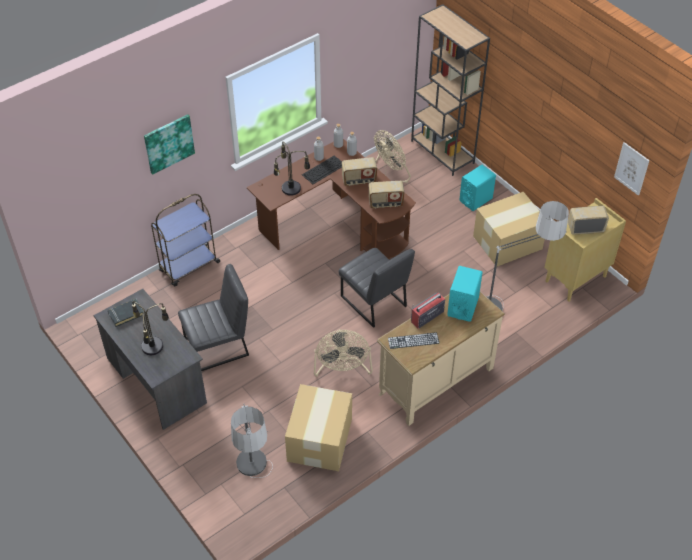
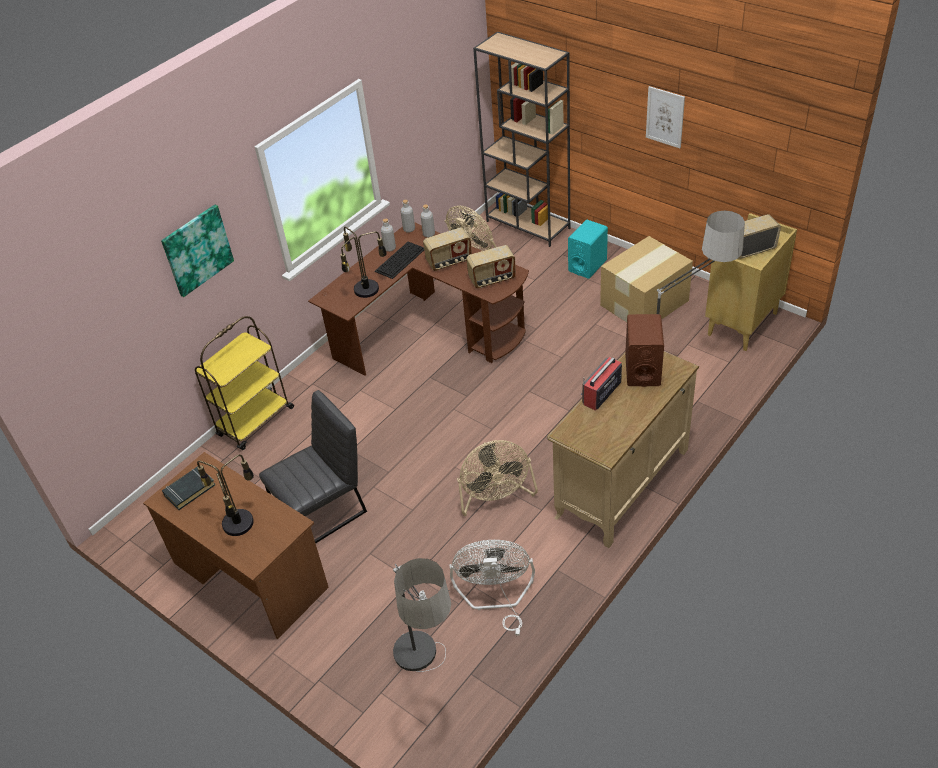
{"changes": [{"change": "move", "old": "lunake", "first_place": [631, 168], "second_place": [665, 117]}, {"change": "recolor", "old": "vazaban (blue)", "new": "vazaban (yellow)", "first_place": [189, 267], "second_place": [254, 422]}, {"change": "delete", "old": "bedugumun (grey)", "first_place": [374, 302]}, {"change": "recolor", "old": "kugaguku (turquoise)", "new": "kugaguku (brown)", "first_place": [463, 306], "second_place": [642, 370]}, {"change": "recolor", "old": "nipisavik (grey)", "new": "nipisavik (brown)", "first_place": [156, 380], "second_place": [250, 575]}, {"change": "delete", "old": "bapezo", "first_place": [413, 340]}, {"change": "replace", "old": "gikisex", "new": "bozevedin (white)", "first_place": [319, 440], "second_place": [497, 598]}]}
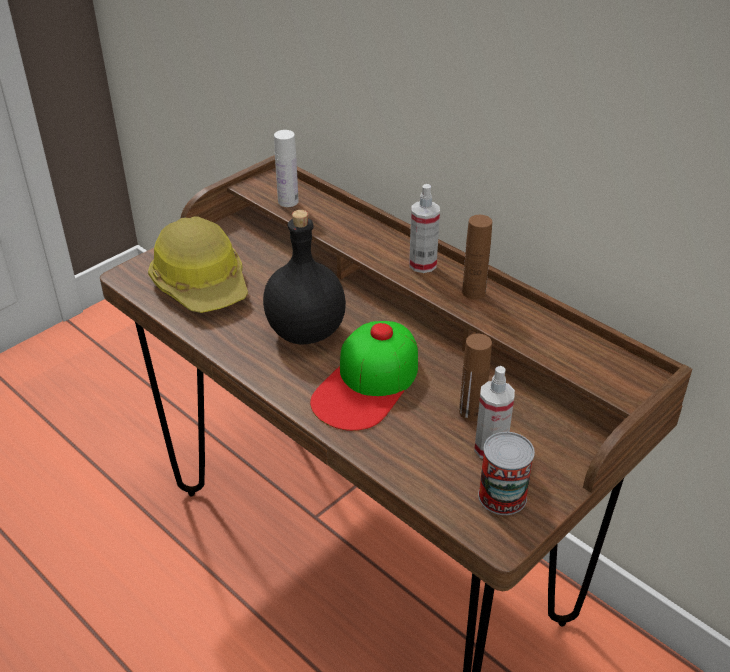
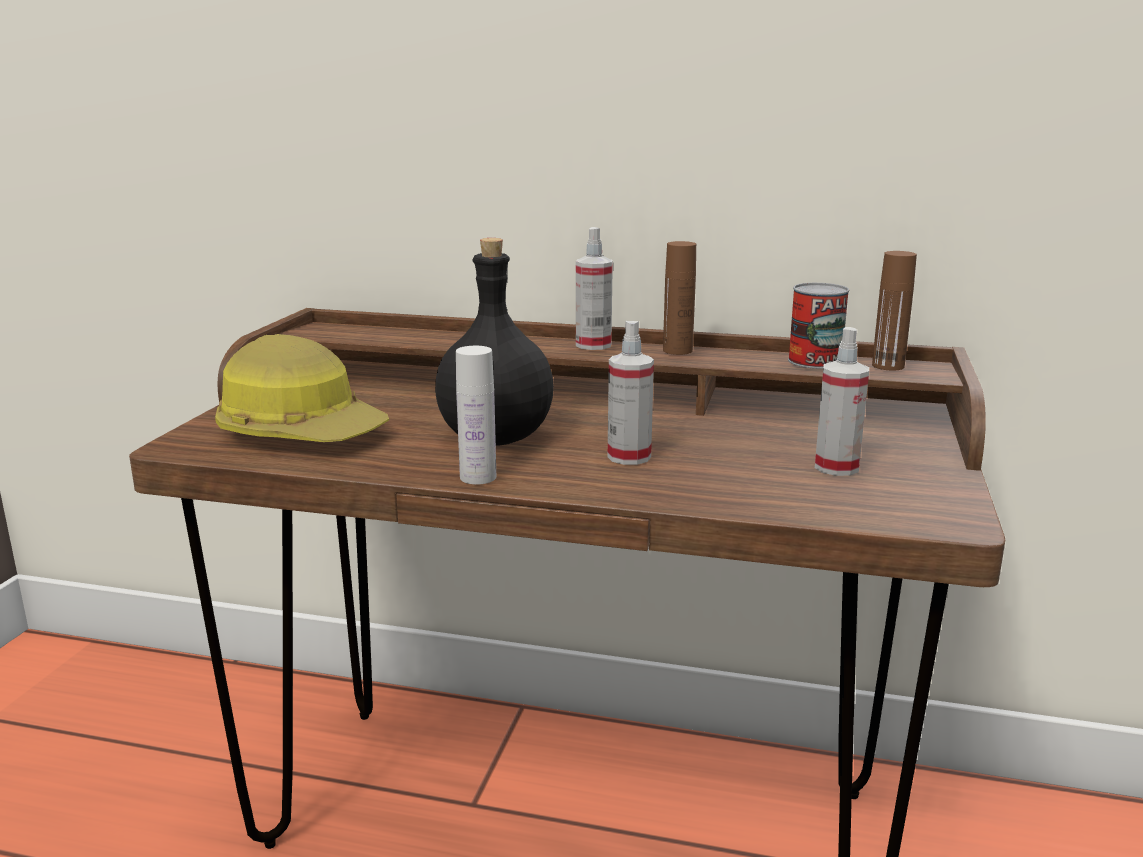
{"changes": [{"change": "move", "old": "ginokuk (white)", "first_place": [288, 201], "second_place": [478, 477]}, {"change": "replace", "old": "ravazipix", "new": "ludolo", "first_place": [367, 384], "second_place": [629, 457]}, {"change": "move", "old": "ginokuk (brown)", "first_place": [471, 412], "second_place": [888, 366]}, {"change": "move", "old": "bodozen", "first_place": [502, 496], "second_place": [815, 361]}]}
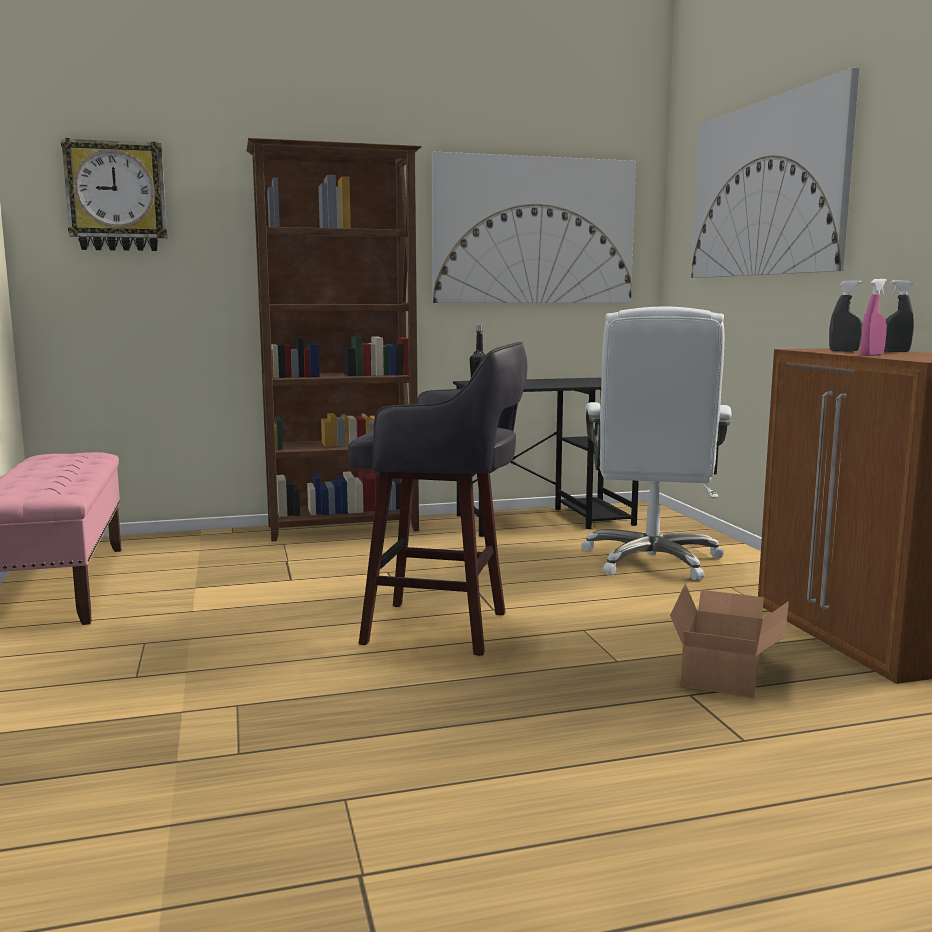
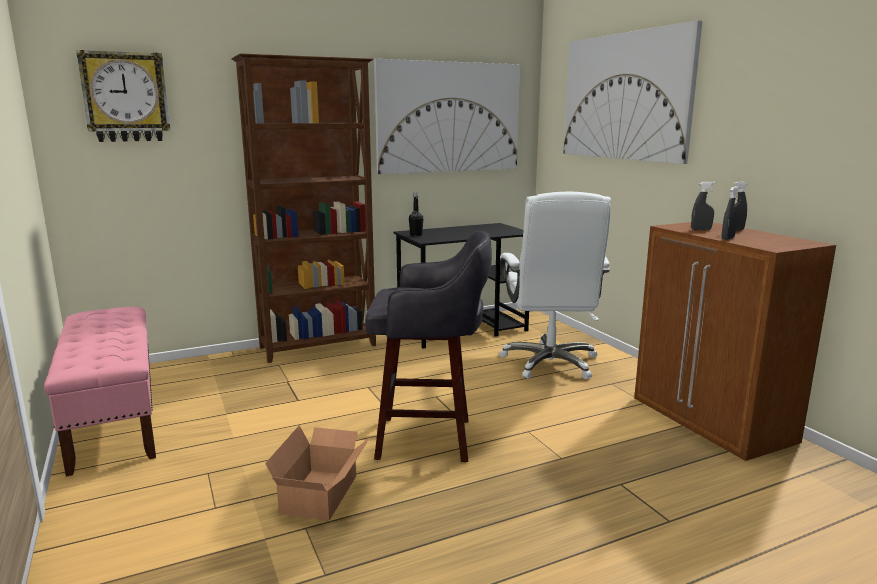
{"changes": [{"change": "recolor", "old": "ludolo (pink)", "new": "ludolo (grey)", "first_place": [872, 355], "second_place": [727, 238]}, {"change": "move", "old": "gikisex", "first_place": [727, 671], "second_place": [323, 493]}]}
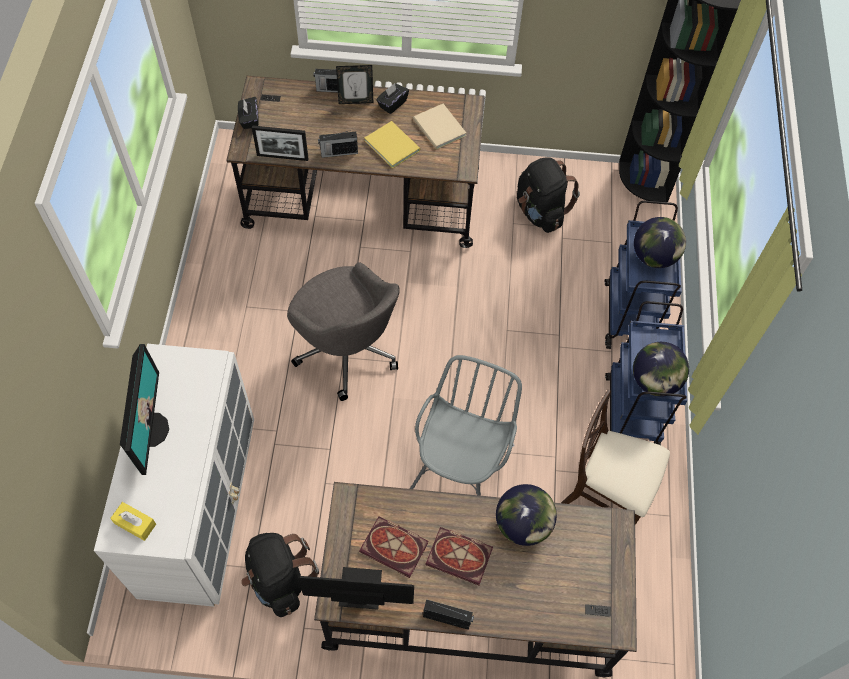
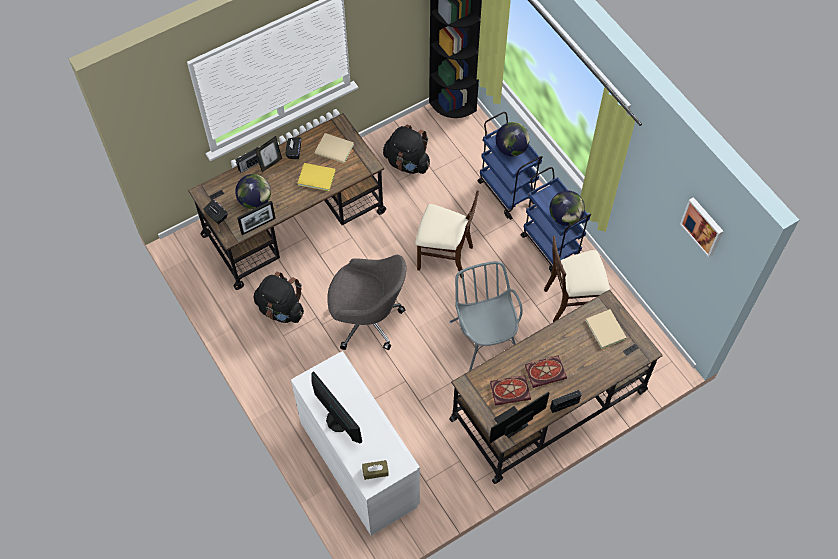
{"changes": [{"change": "delete", "old": "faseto", "first_place": [338, 152]}, {"change": "move", "old": "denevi", "first_place": [523, 524], "second_place": [255, 201]}, {"change": "recolor", "old": "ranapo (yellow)", "new": "ranapo (brown)", "first_place": [135, 524], "second_place": [375, 471]}, {"change": "move", "old": "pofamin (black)", "first_place": [279, 580], "second_place": [281, 310]}, {"change": "insert", "new": "bedugumun (beige)", "second_place": [444, 256]}, {"change": "insert", "new": "lunake", "second_place": [703, 226]}, {"change": "insert", "new": "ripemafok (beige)", "second_place": [606, 328]}]}
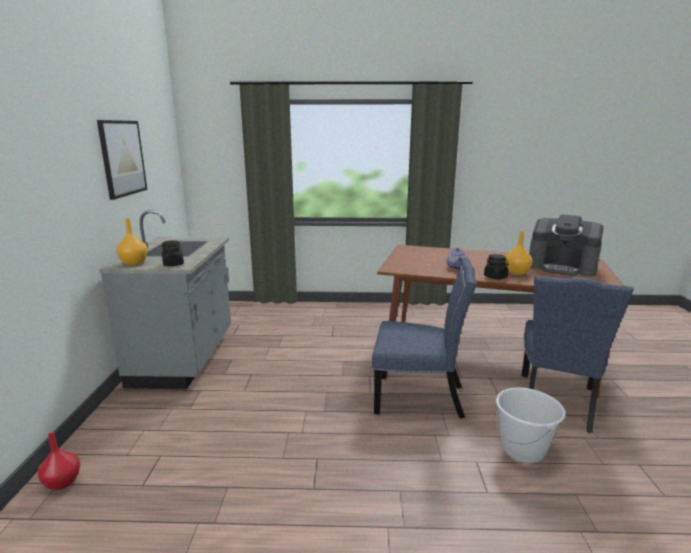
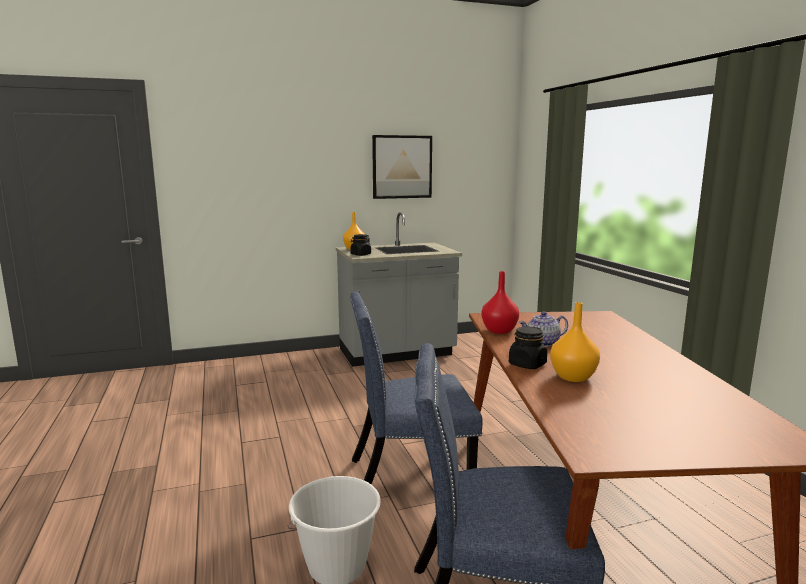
{"changes": [{"change": "delete", "old": "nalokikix", "first_place": [562, 267]}, {"change": "rotate", "old": "bedugumun (blue)", "first_place": [417, 397], "second_place": [412, 474], "degrees": 90}, {"change": "move", "old": "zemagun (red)", "first_place": [62, 483], "second_place": [498, 331]}]}
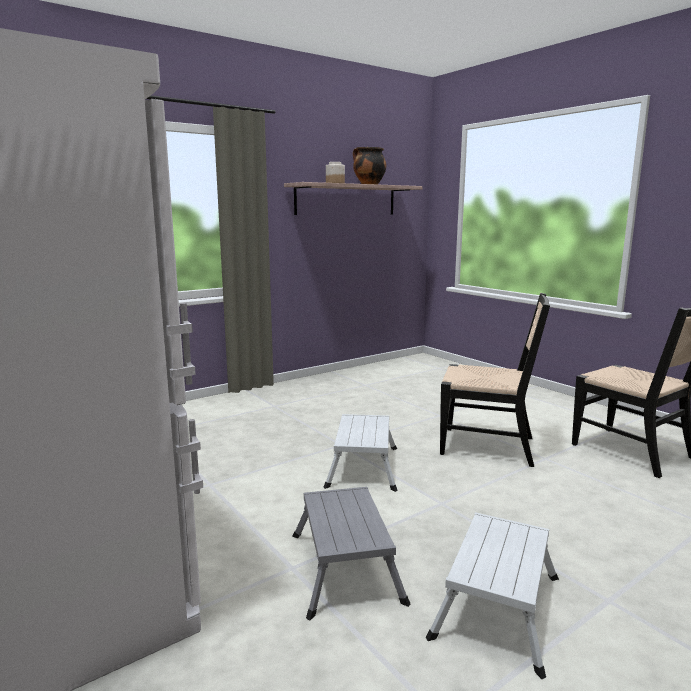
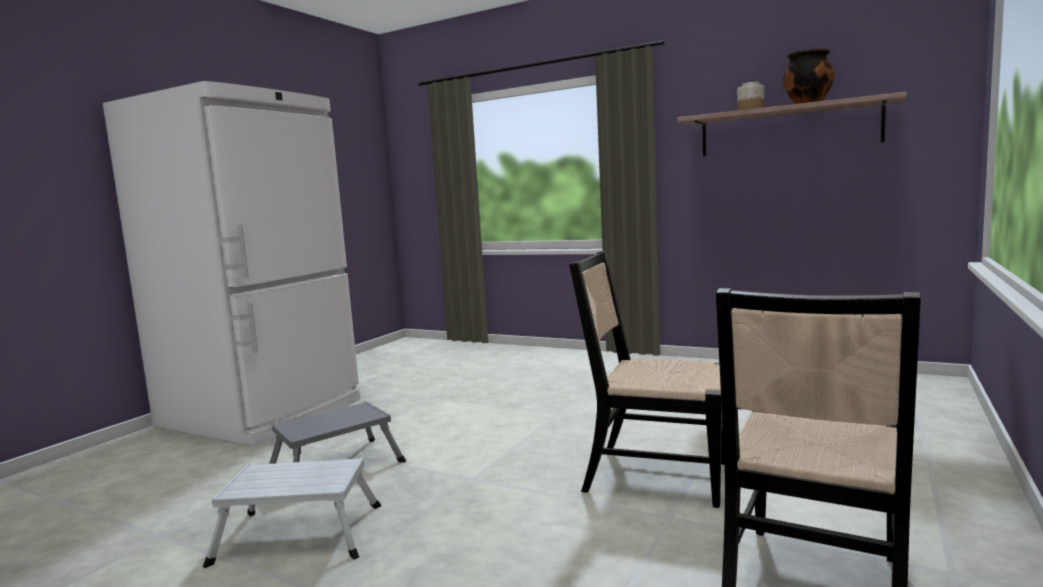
{"changes": [{"change": "rotate", "old": "bedugumun", "first_place": [488, 446], "second_place": [656, 476], "degrees": 120}, {"change": "delete", "old": "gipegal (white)", "first_place": [363, 466]}]}
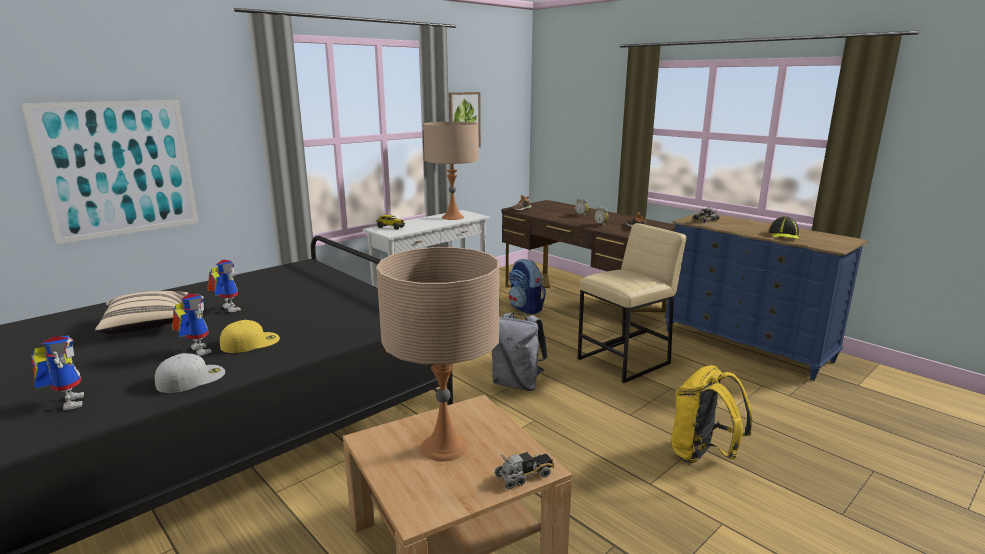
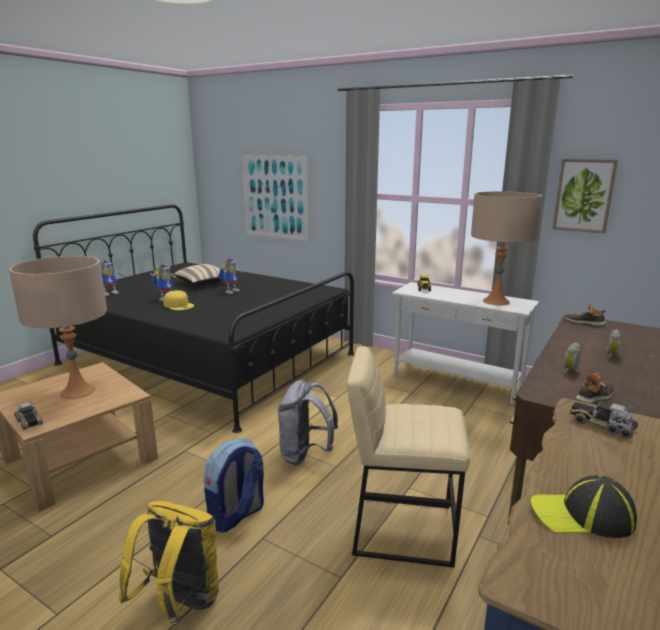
{"changes": [{"change": "rotate", "old": "bedugumun (beige)", "first_place": [624, 360], "second_place": [401, 529], "degrees": 150}, {"change": "move", "old": "pofamin", "first_place": [526, 308], "second_place": [236, 516]}, {"change": "delete", "old": "ravazipix (white)", "first_place": [191, 378]}]}
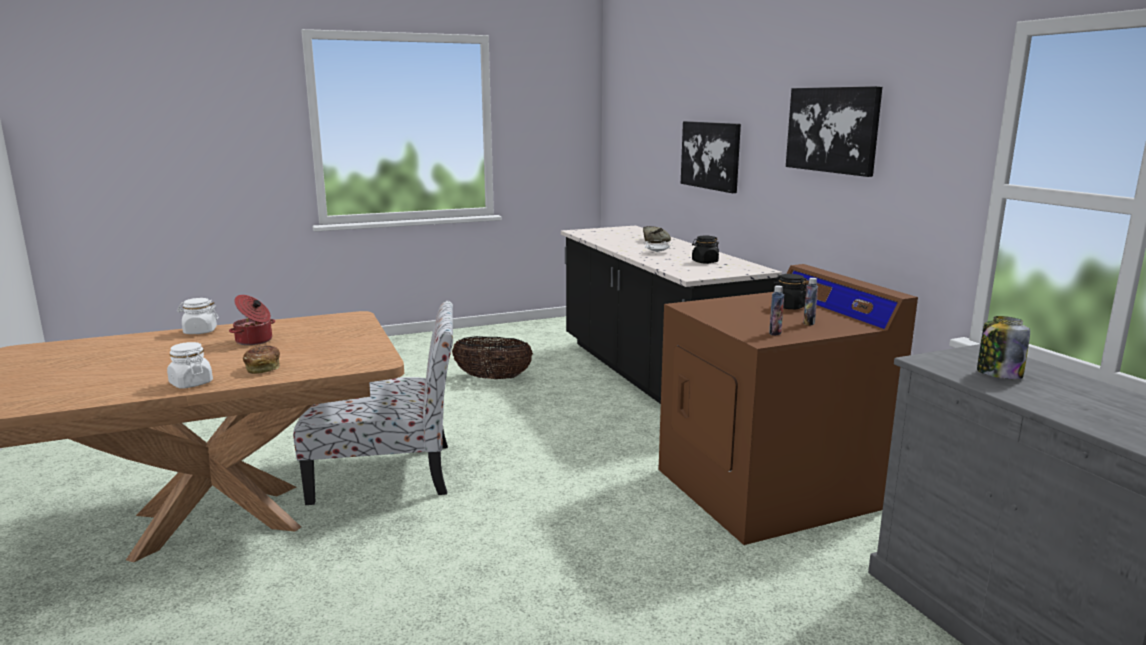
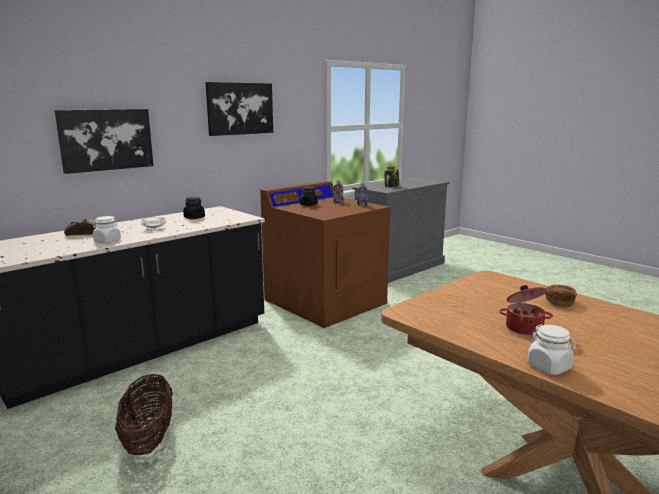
{"changes": [{"change": "delete", "old": "bedugumun", "first_place": [387, 473]}, {"change": "move", "old": "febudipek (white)", "first_place": [191, 383], "second_place": [107, 241]}]}
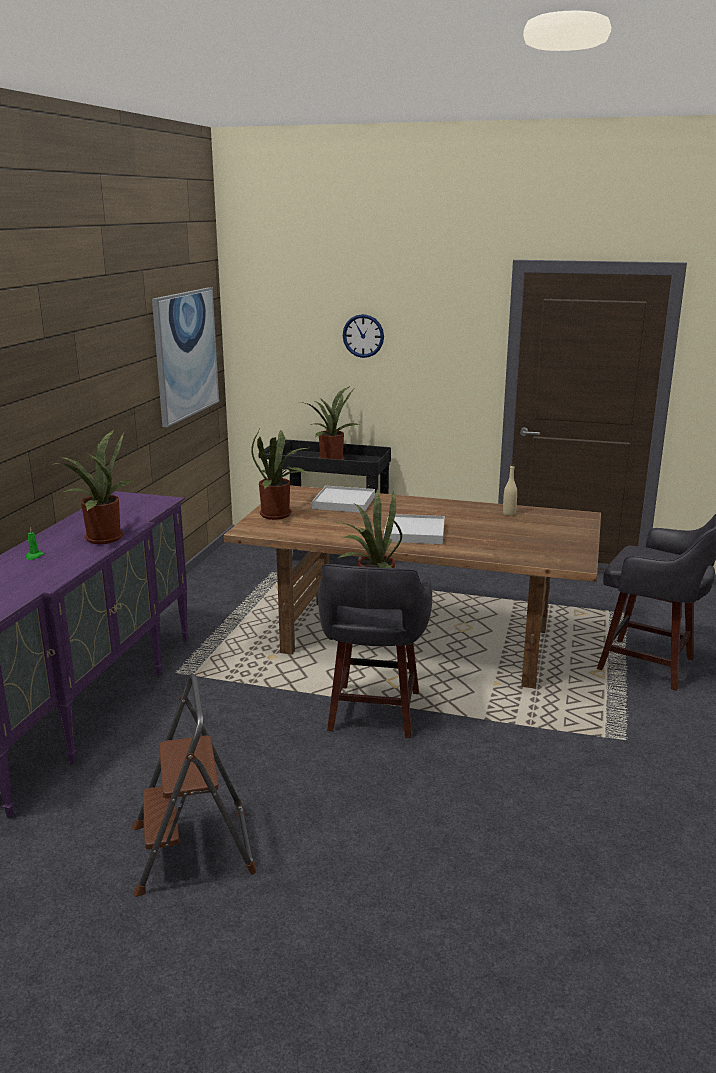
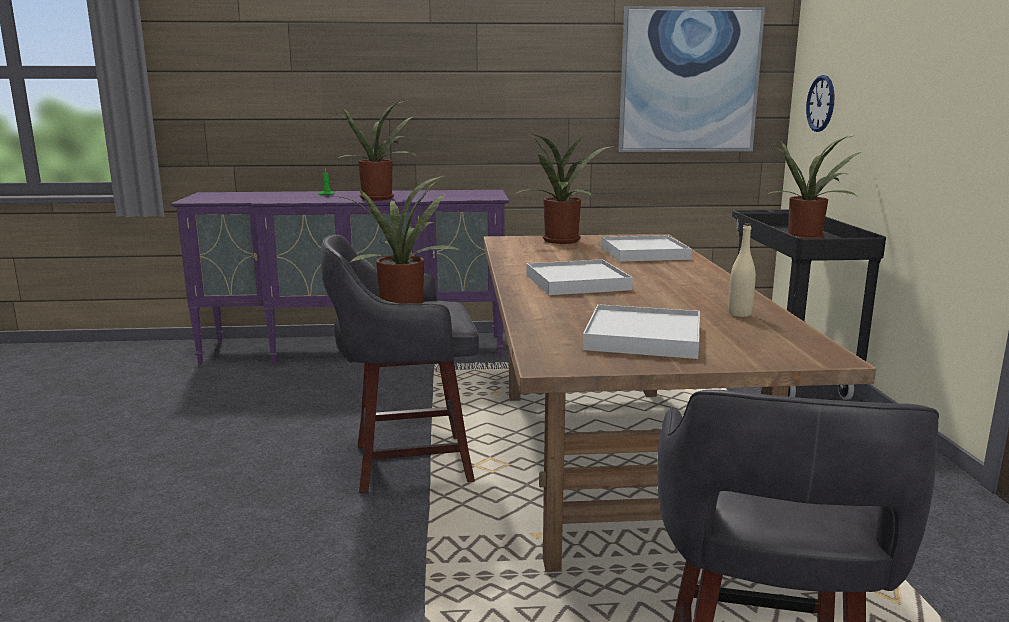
{"changes": [{"change": "move", "old": "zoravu", "first_place": [363, 336], "second_place": [821, 103]}, {"change": "delete", "old": "gipegal (brown)", "first_place": [198, 848]}, {"change": "insert", "new": "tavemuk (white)", "second_place": [643, 337]}]}
